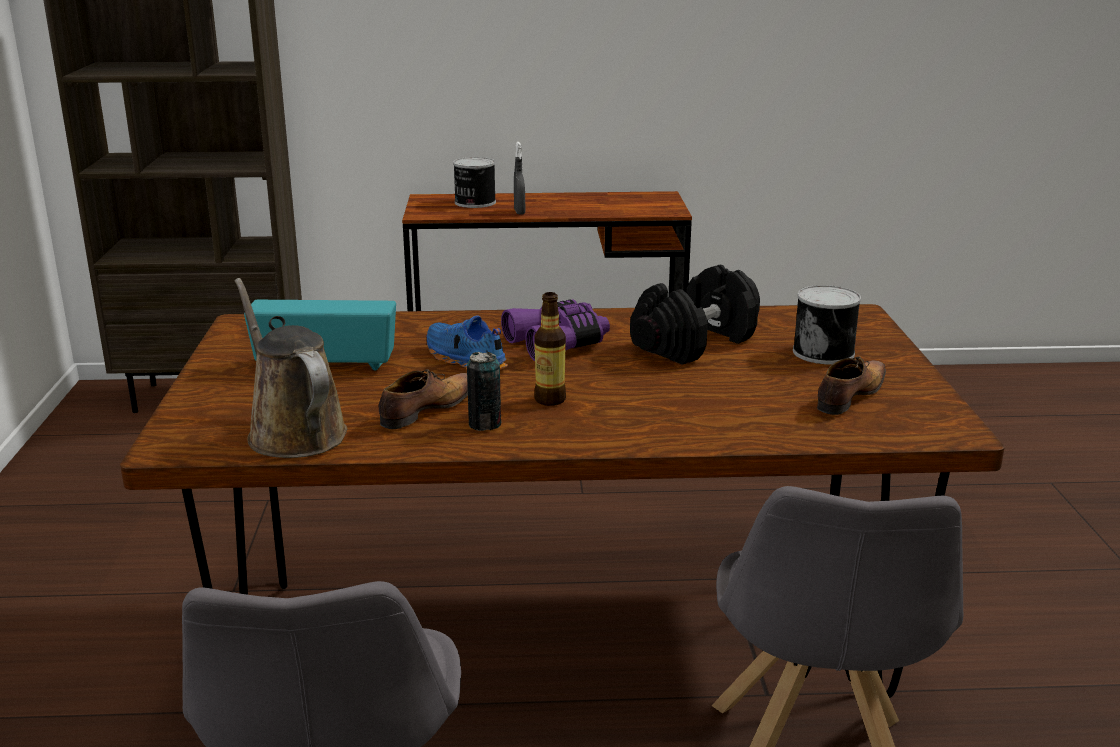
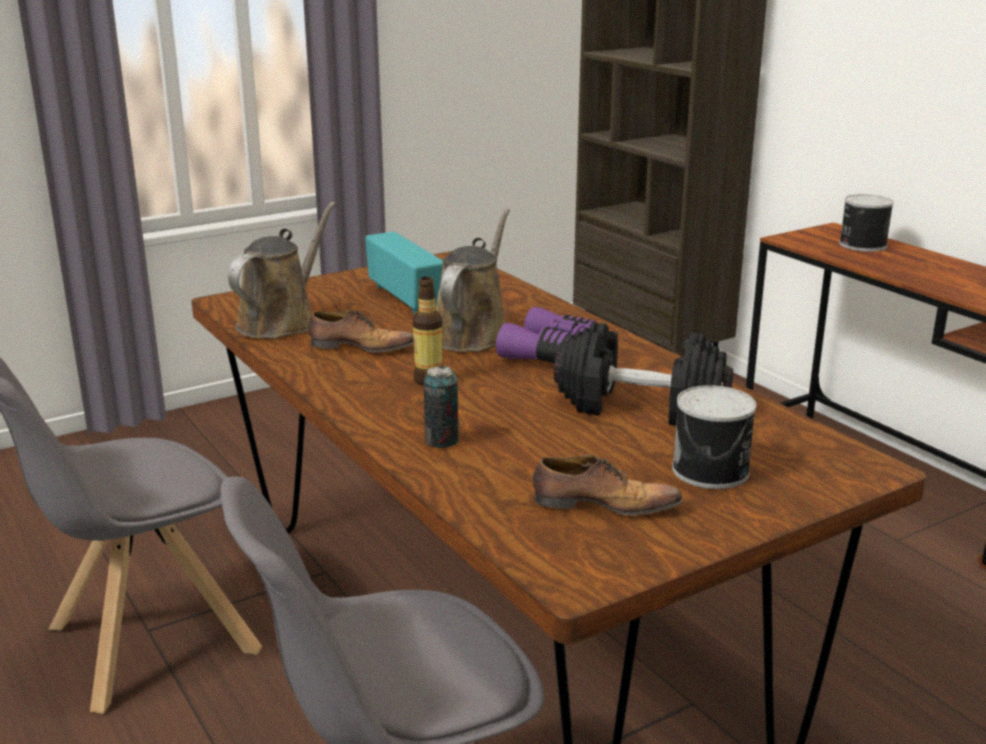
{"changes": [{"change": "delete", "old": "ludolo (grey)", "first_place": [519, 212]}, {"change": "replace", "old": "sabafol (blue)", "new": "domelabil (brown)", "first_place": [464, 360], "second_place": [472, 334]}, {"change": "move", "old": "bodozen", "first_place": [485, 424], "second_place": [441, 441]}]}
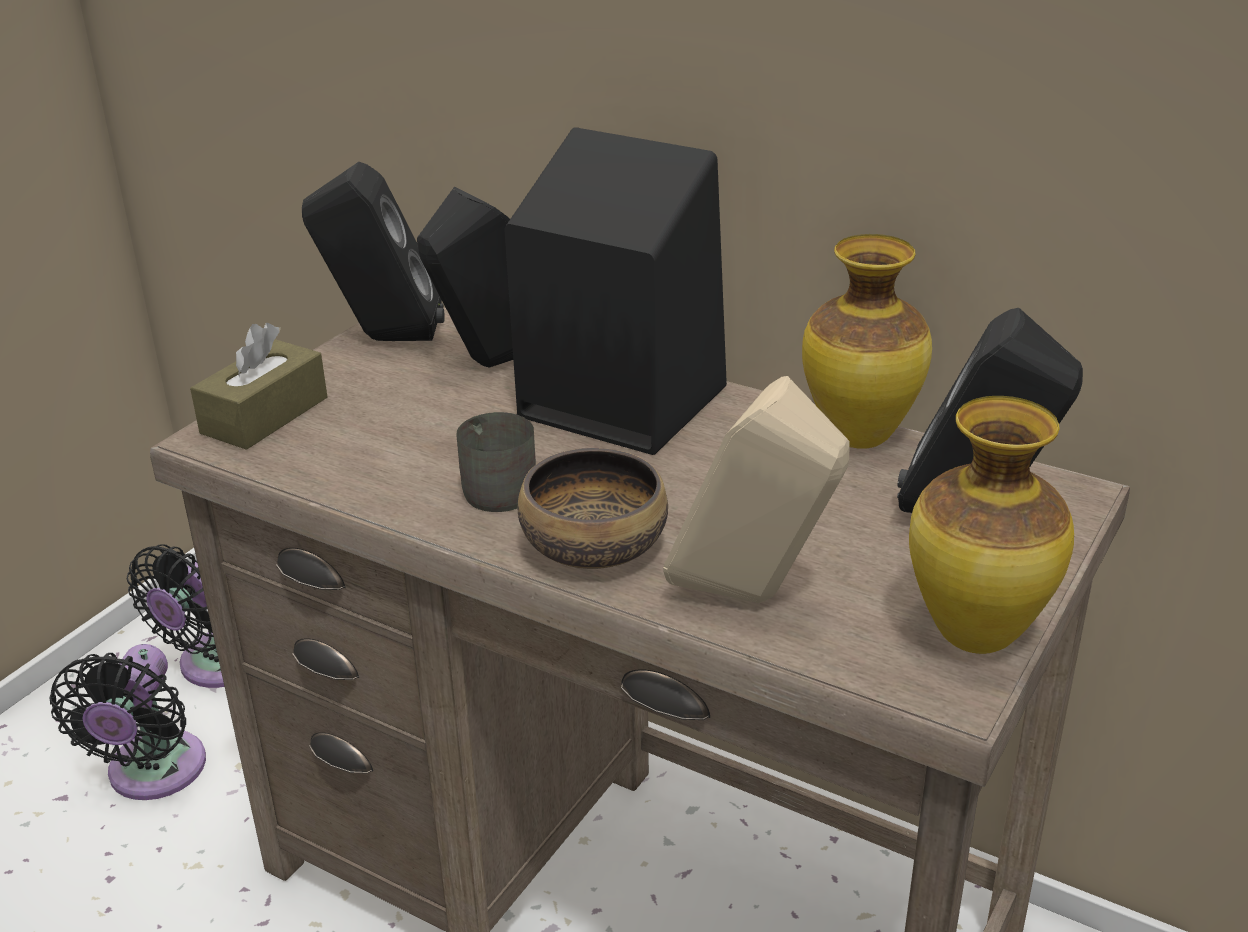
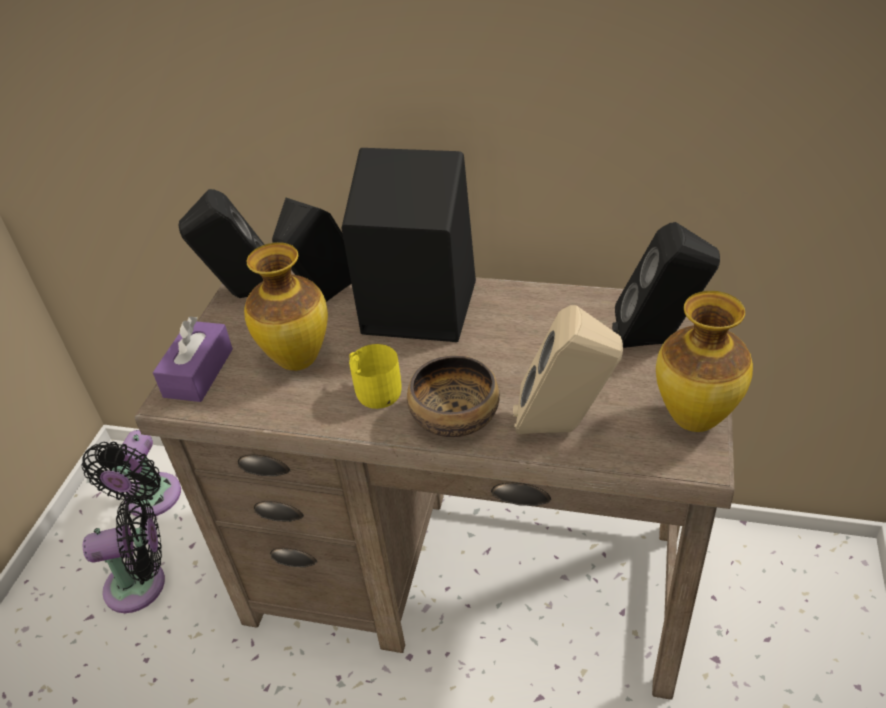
{"changes": [{"change": "move", "old": "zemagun", "first_place": [860, 436], "second_place": [299, 359]}, {"change": "recolor", "old": "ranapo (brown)", "new": "ranapo (purple)", "first_place": [265, 415], "second_place": [198, 373]}, {"change": "recolor", "old": "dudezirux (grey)", "new": "dudezirux (yellow)", "first_place": [496, 487], "second_place": [375, 389]}, {"change": "rotate", "old": "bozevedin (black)", "first_place": [152, 774], "second_place": [142, 584], "degrees": -90}]}
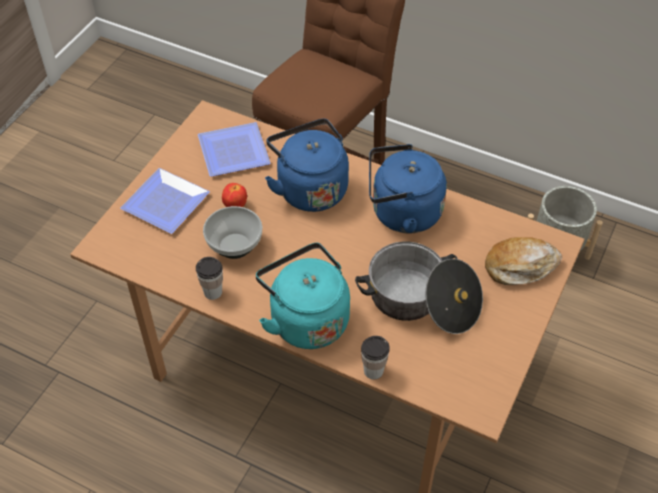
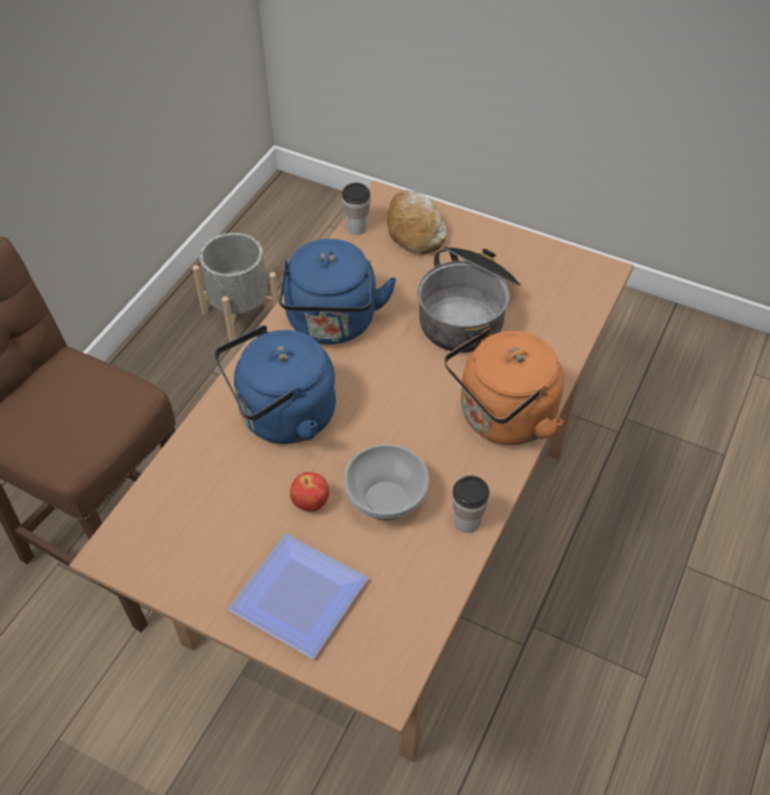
{"changes": [{"change": "delete", "old": "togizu", "first_place": [232, 154]}, {"change": "recolor", "old": "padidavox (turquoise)", "new": "padidavox (orange)", "first_place": [306, 319], "second_place": [502, 418]}, {"change": "move", "old": "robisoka", "first_place": [373, 371], "second_place": [357, 228]}]}
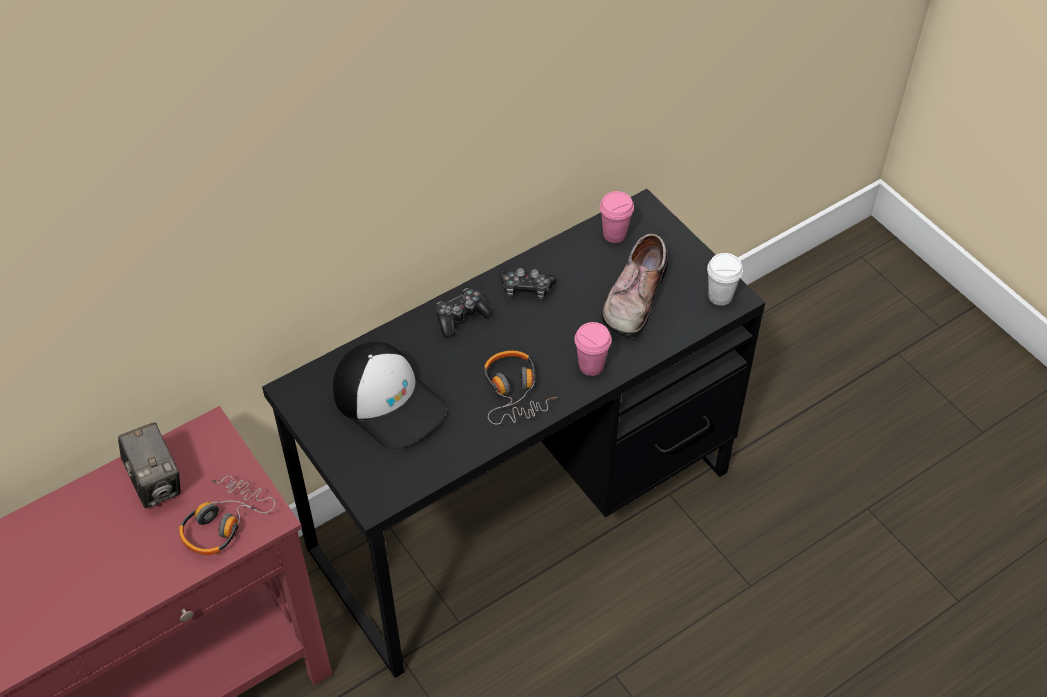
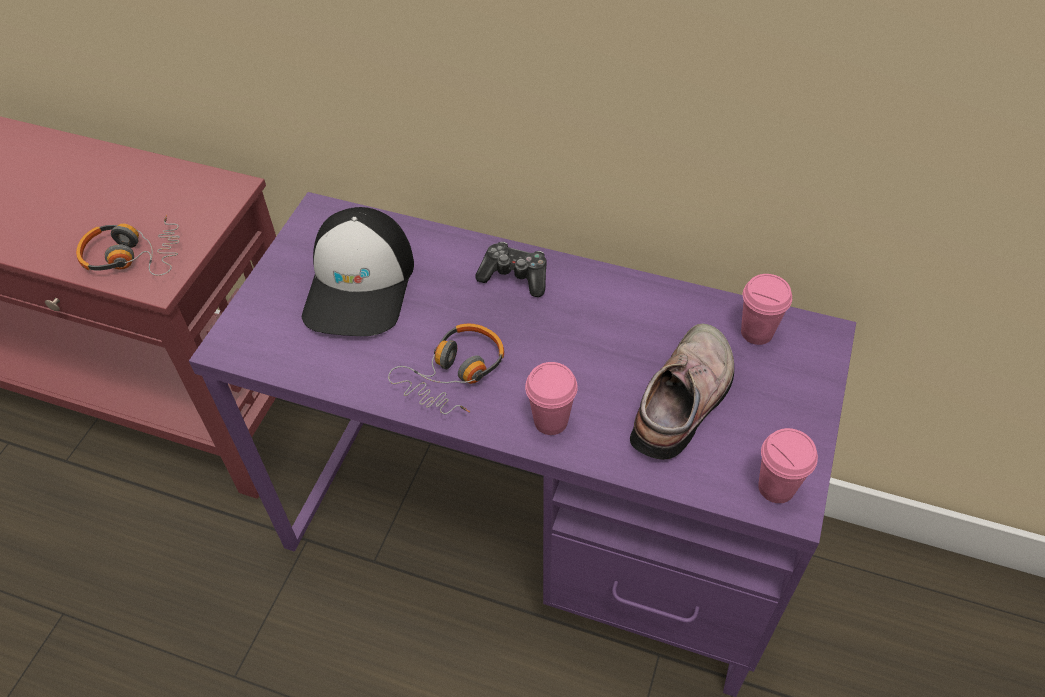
{"changes": [{"change": "recolor", "old": "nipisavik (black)", "new": "nipisavik (purple)", "first_place": [522, 509], "second_place": [531, 533]}, {"change": "rotate", "old": "sabafol", "first_place": [632, 296], "second_place": [686, 401], "degrees": 135}, {"change": "recolor", "old": "robisoka (white)", "new": "robisoka (pink)", "first_place": [720, 296], "second_place": [776, 487]}, {"change": "delete", "old": "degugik", "first_place": [527, 289]}, {"change": "delete", "old": "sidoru", "first_place": [156, 483]}]}
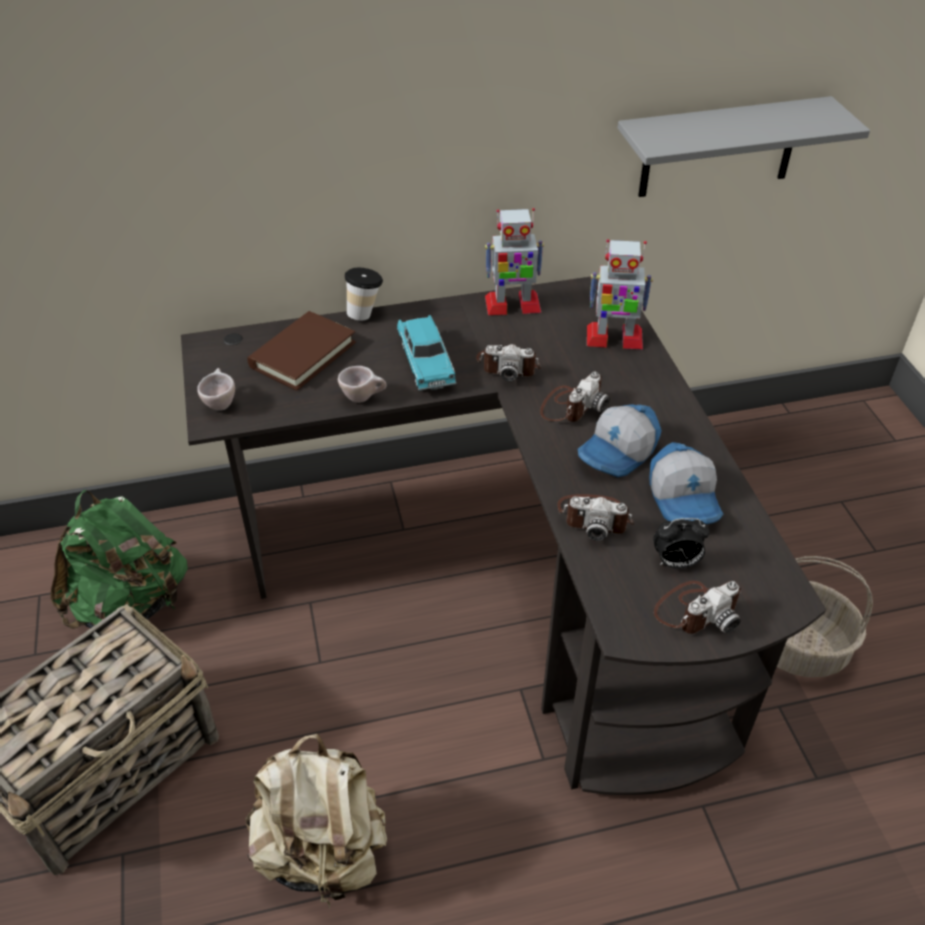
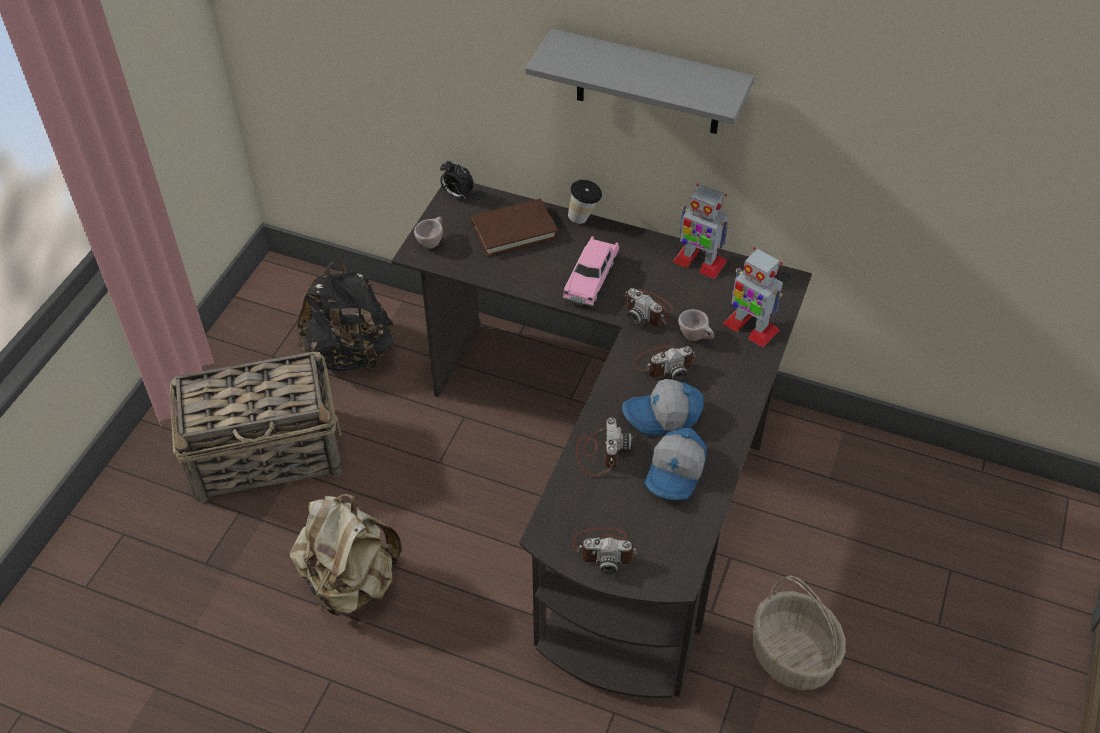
{"changes": [{"change": "move", "old": "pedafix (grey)", "first_place": [719, 148], "second_place": [648, 83]}, {"change": "recolor", "old": "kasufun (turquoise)", "new": "kasufun (pink)", "first_place": [425, 364], "second_place": [591, 279]}, {"change": "move", "old": "robisoka (beige)", "first_place": [363, 397], "second_place": [696, 337]}, {"change": "recolor", "old": "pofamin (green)", "new": "pofamin (black)", "first_place": [131, 604], "second_place": [350, 354]}, {"change": "rotate", "old": "sidoru", "first_place": [594, 517], "second_place": [600, 452], "degrees": -135}, {"change": "move", "old": "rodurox", "first_place": [675, 562], "second_place": [456, 194]}]}
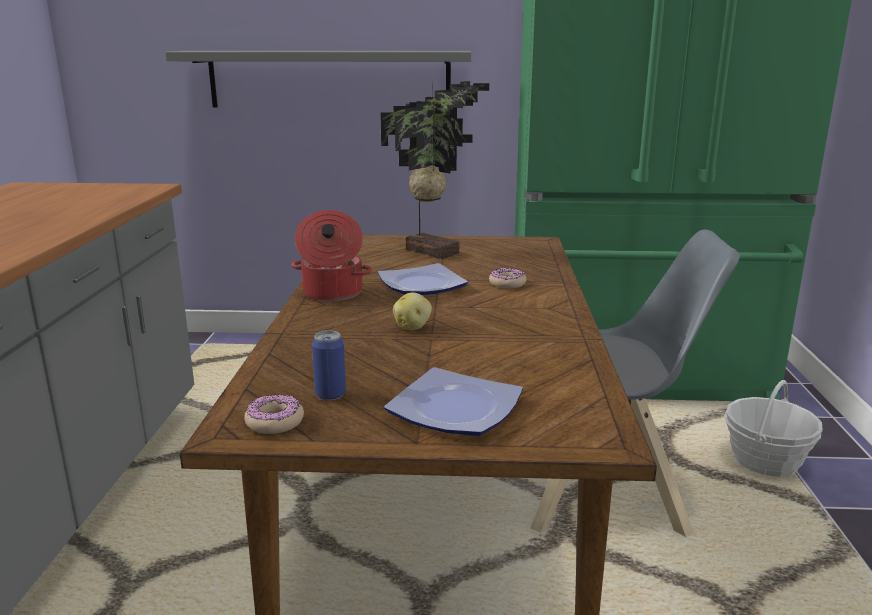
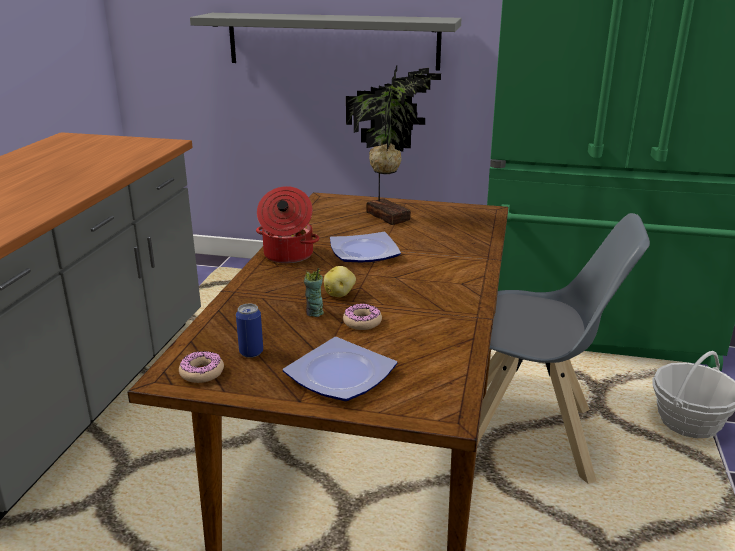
{"changes": [{"change": "move", "old": "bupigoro", "first_place": [507, 284], "second_place": [362, 322]}, {"change": "insert", "new": "robisoka", "second_place": [314, 313]}]}
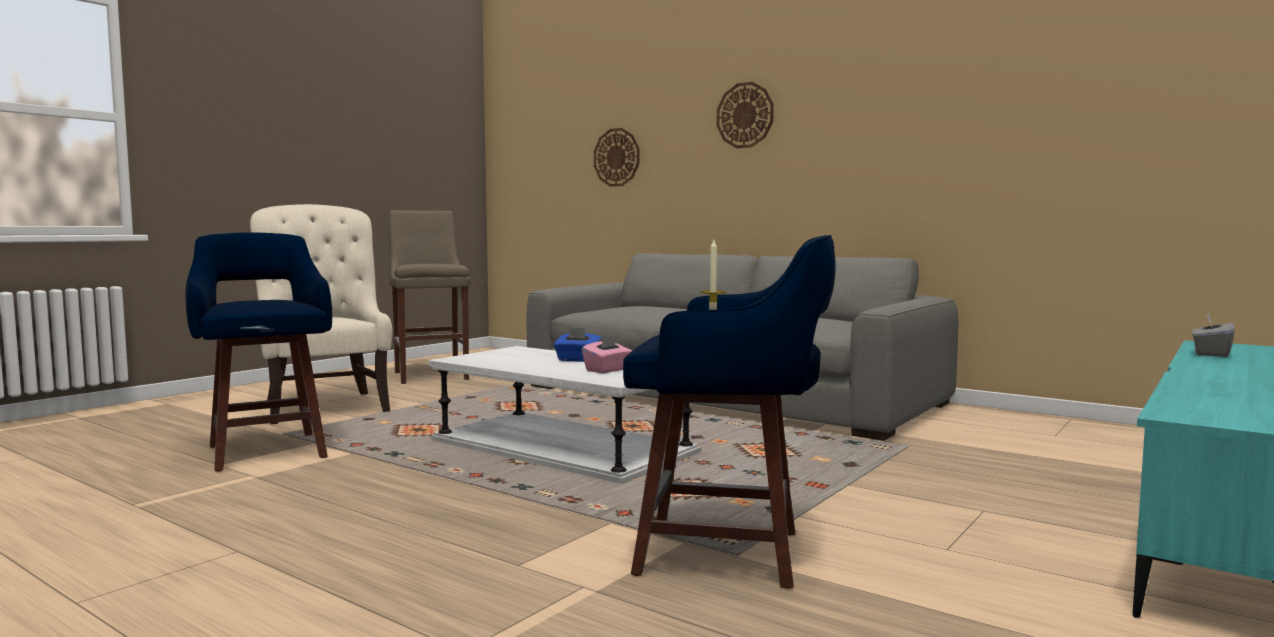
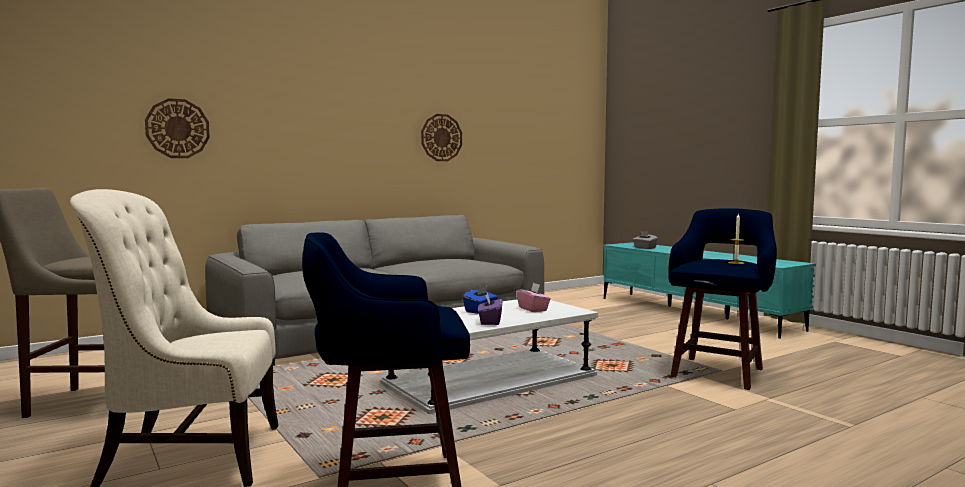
{"changes": [{"change": "move", "old": "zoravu", "first_place": [745, 115], "second_place": [441, 137]}, {"change": "insert", "new": "ranapo (purple)", "second_place": [490, 321]}]}
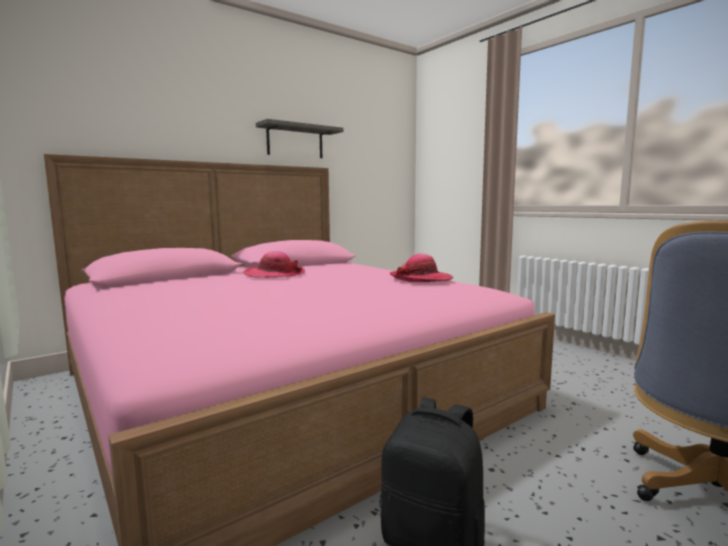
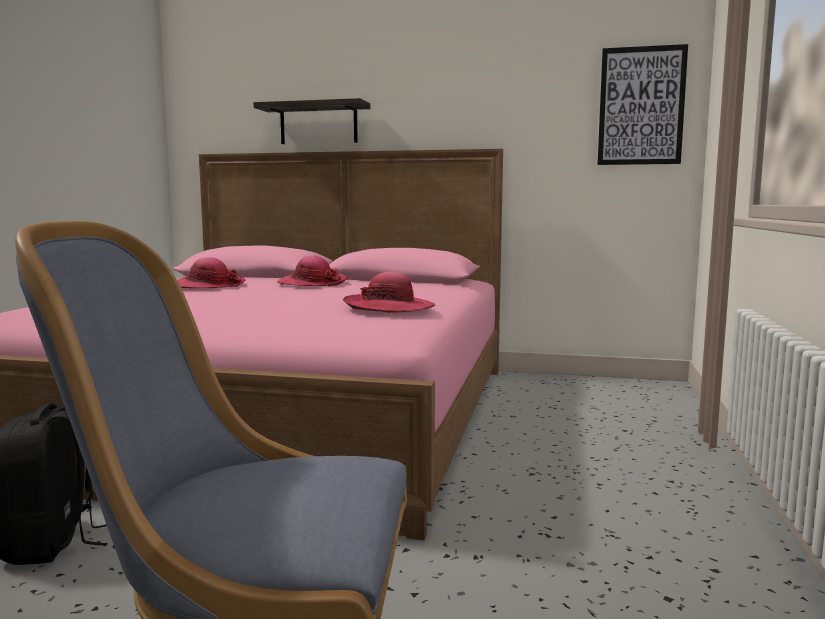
{"changes": [{"change": "move", "old": "pedafix", "first_place": [295, 141], "second_place": [318, 124]}, {"change": "insert", "new": "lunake", "second_place": [641, 106]}, {"change": "insert", "new": "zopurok", "second_place": [208, 286]}]}
